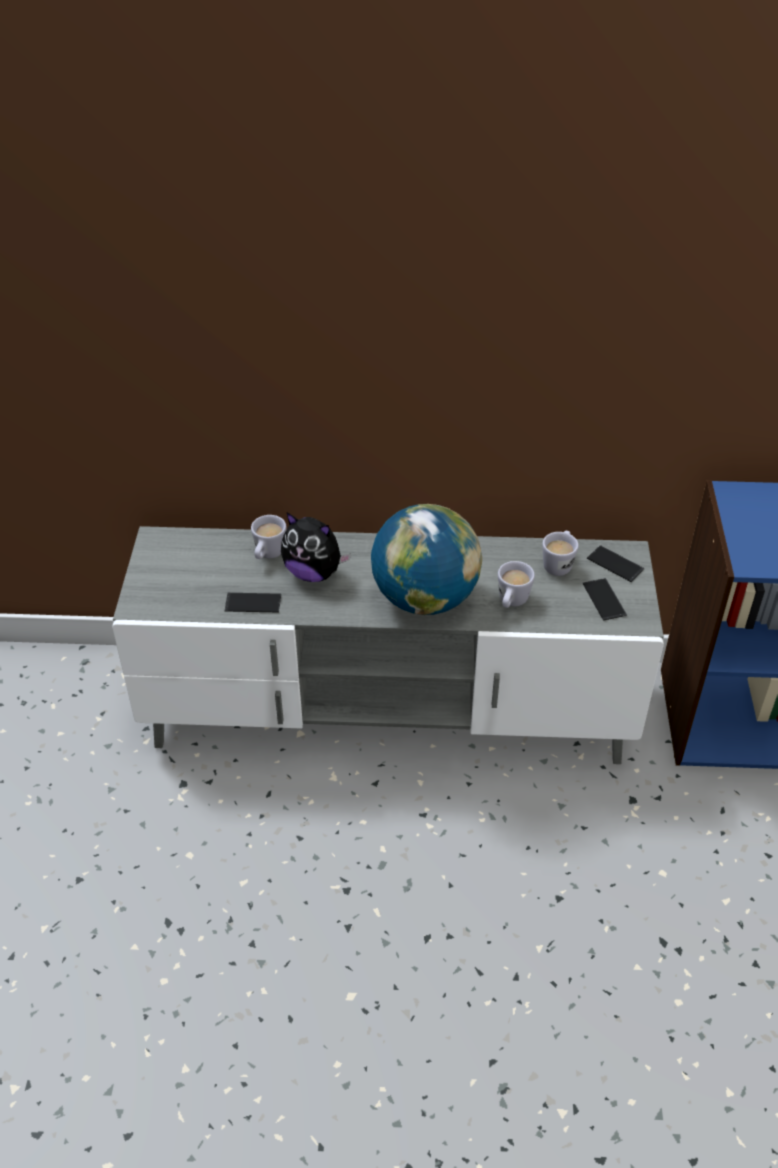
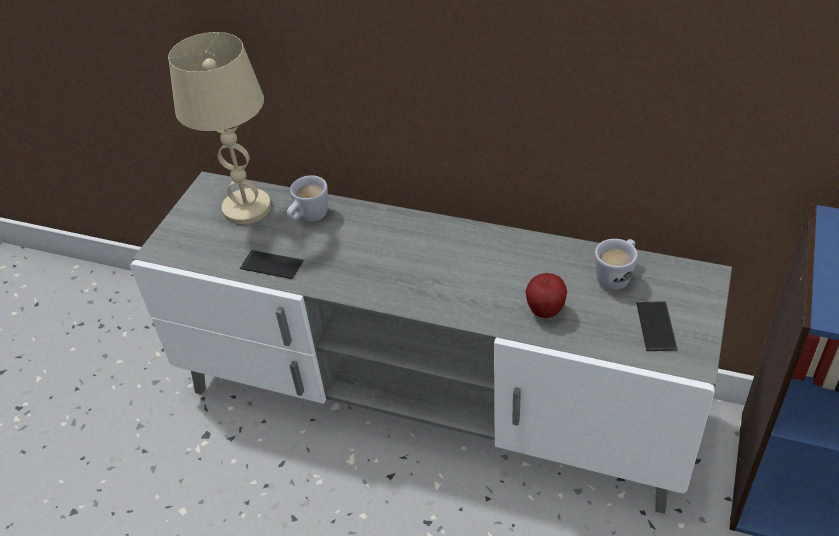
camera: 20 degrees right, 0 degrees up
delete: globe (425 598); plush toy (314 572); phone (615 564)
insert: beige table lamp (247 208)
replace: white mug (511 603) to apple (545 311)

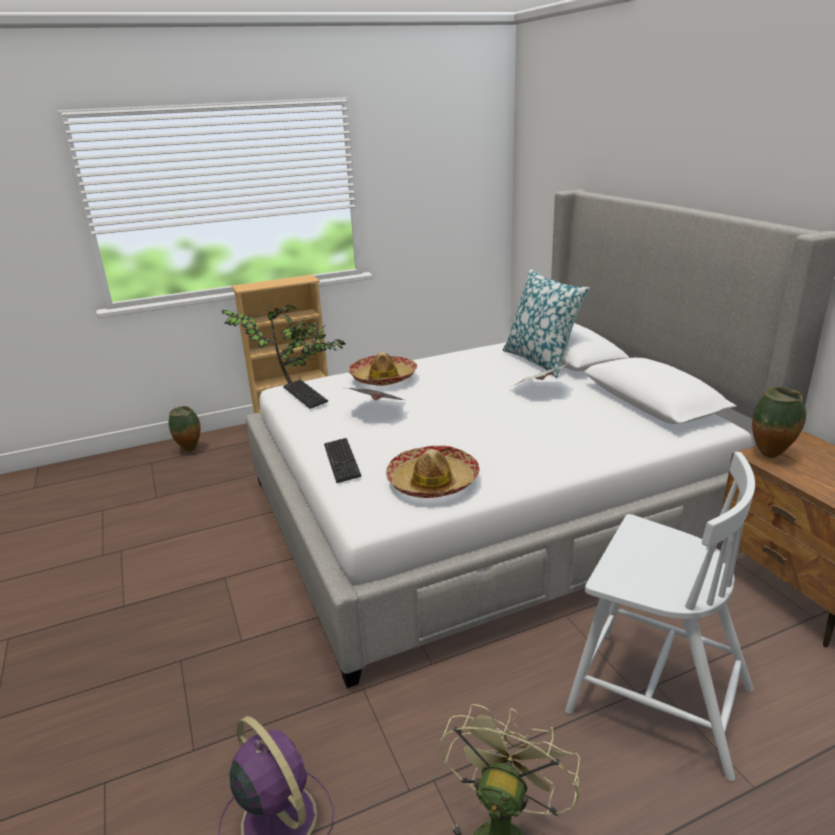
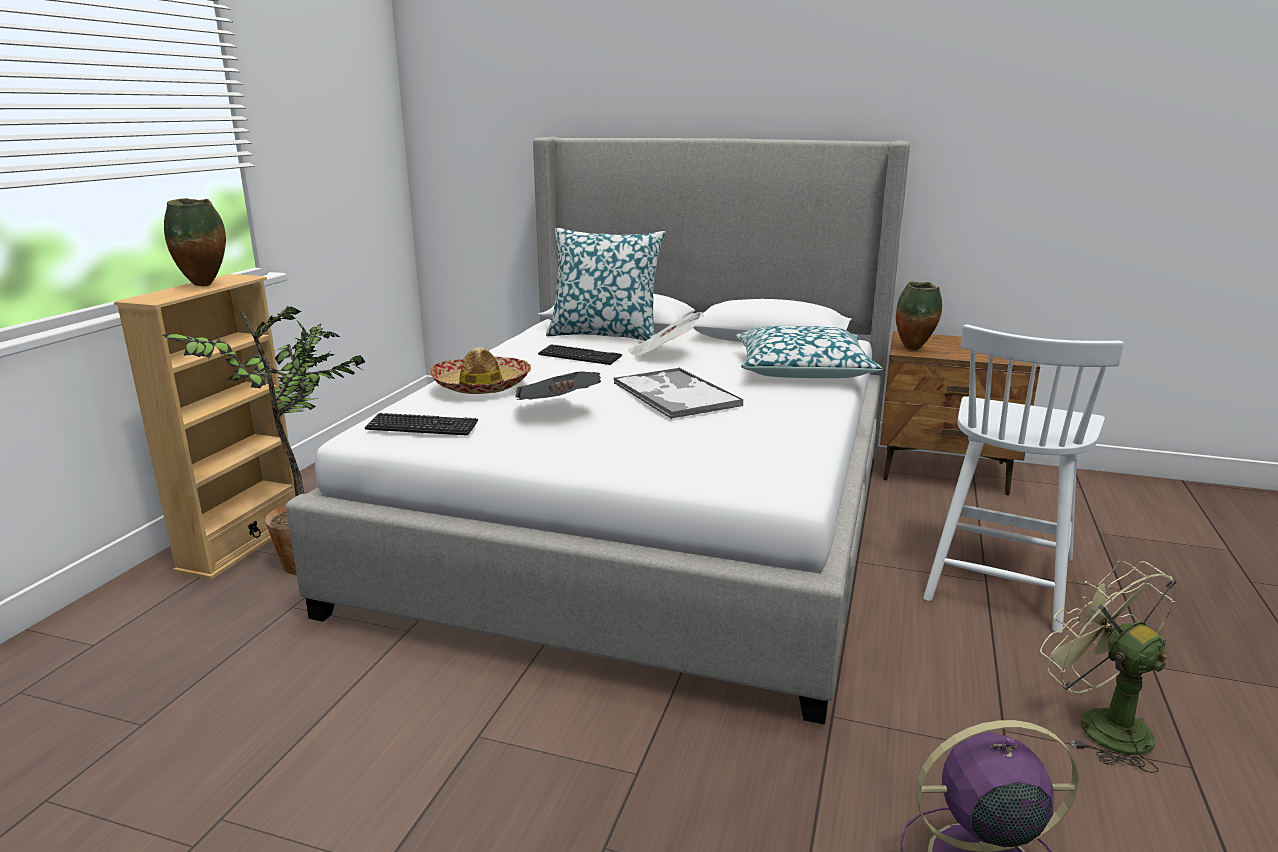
camera: 50 degrees left, 5 degrees down
delete: hat (432 482)
insert: pillow (802 370); tray (675 394)
move: vase (190 450) to (205 285); keyboard (342 461) to (579 357)
rotate: white chair (655 698) = (999 576) 135 degrees clockwise

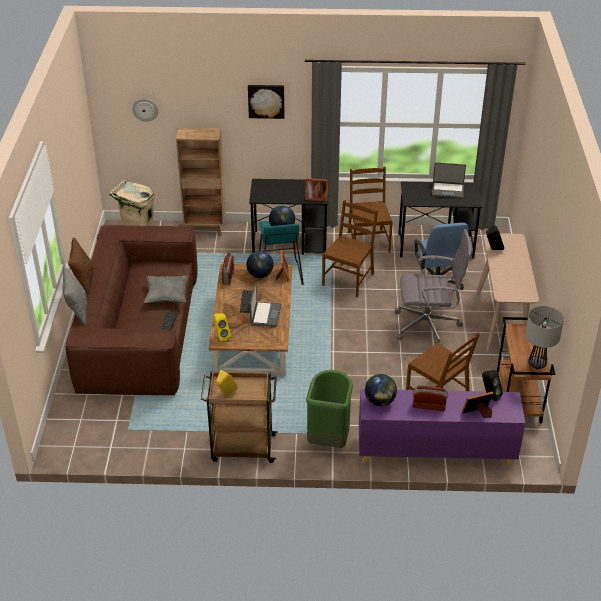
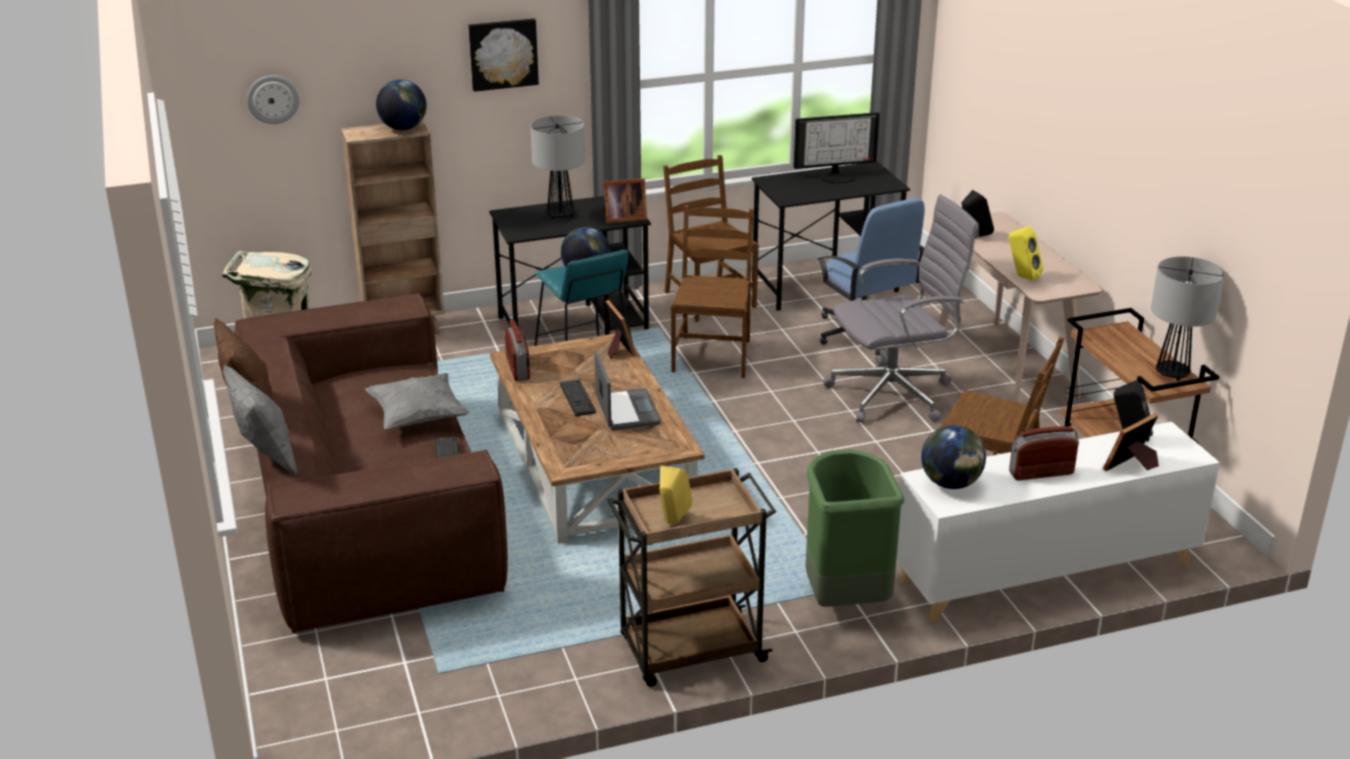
camera: 20 degrees left, 10 degrees down
insert: table lamp (560 215)
move: globe (260 275) to (403 128); yellow speaker (221 337) to (1021 277)
replace: laptop (447 190) to monitor (838 177)
recolor: purple cabinet (435 451) to white cabinet (1044 573)

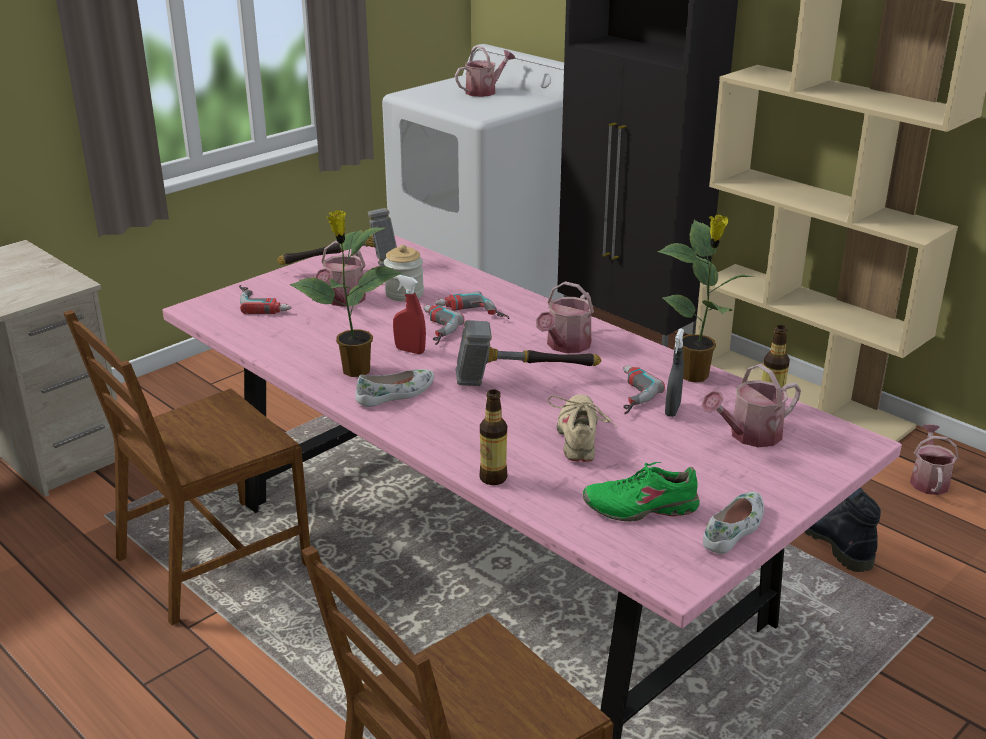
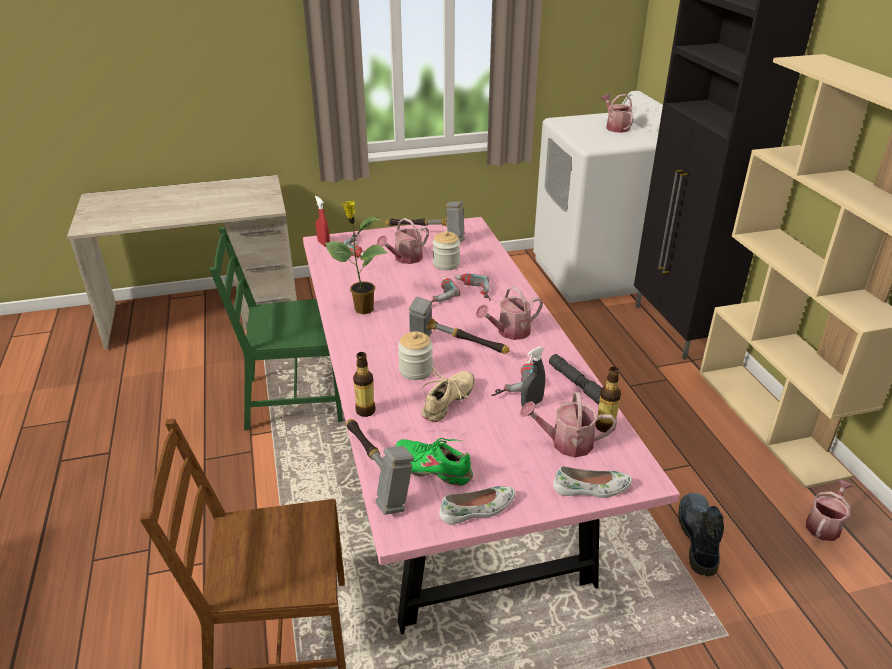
camera: 30 degrees right, 5 degrees up
insert: jar (416 370); hammer (376 475)
move: red spray bottle (410 350) to (323 243); white shoe (396 394) to (592 489)
replace: potted plant (696 376) to grey flashlight (576 383)
recolor: brown chair (211 561) to green chair (293 399)
rotate: watering can (484 91) = (615 127) 105 degrees counterclockwise

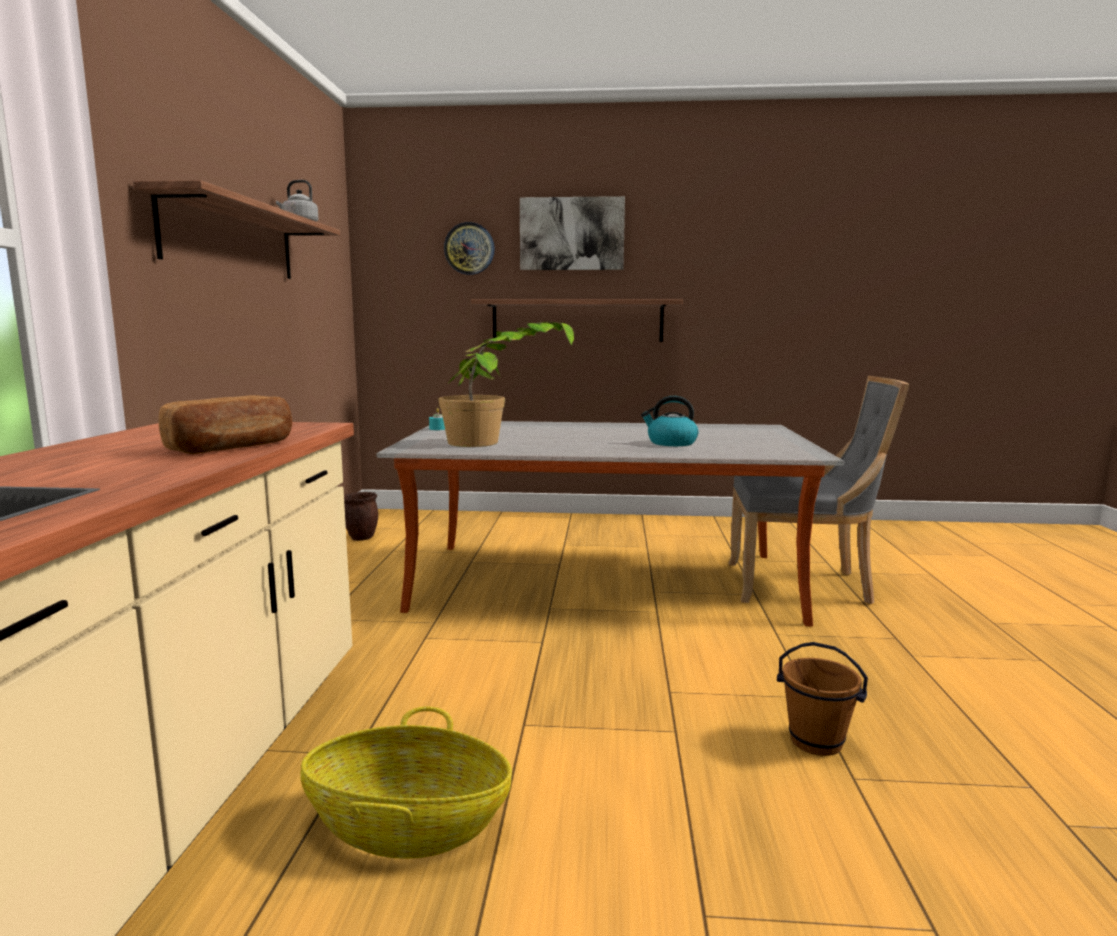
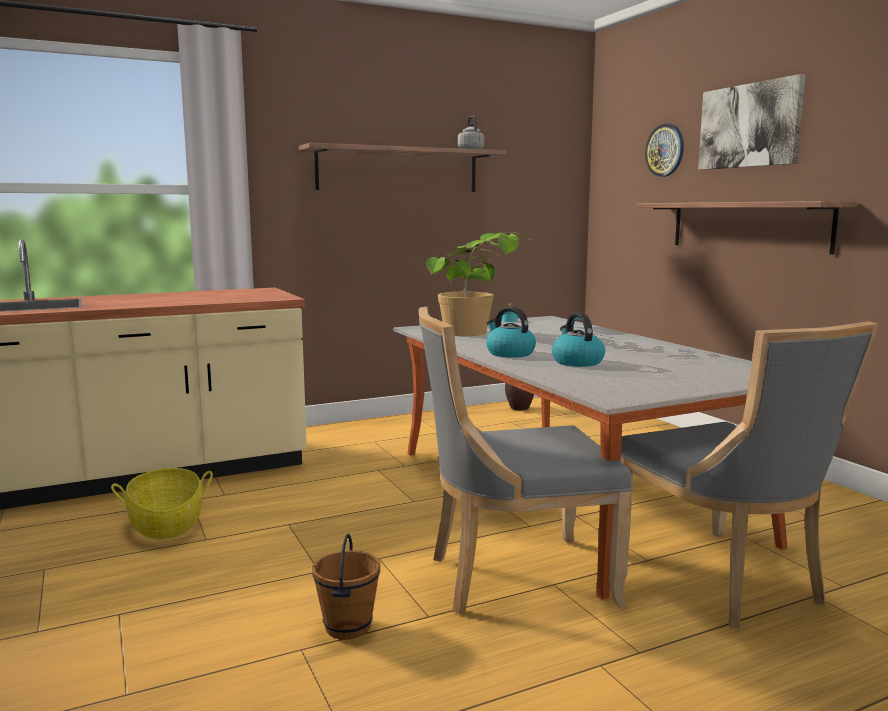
camera: 60 degrees right, 0 degrees up
delete: bread (233 447)
insert: grey chair (513 578); kettle (509 353)

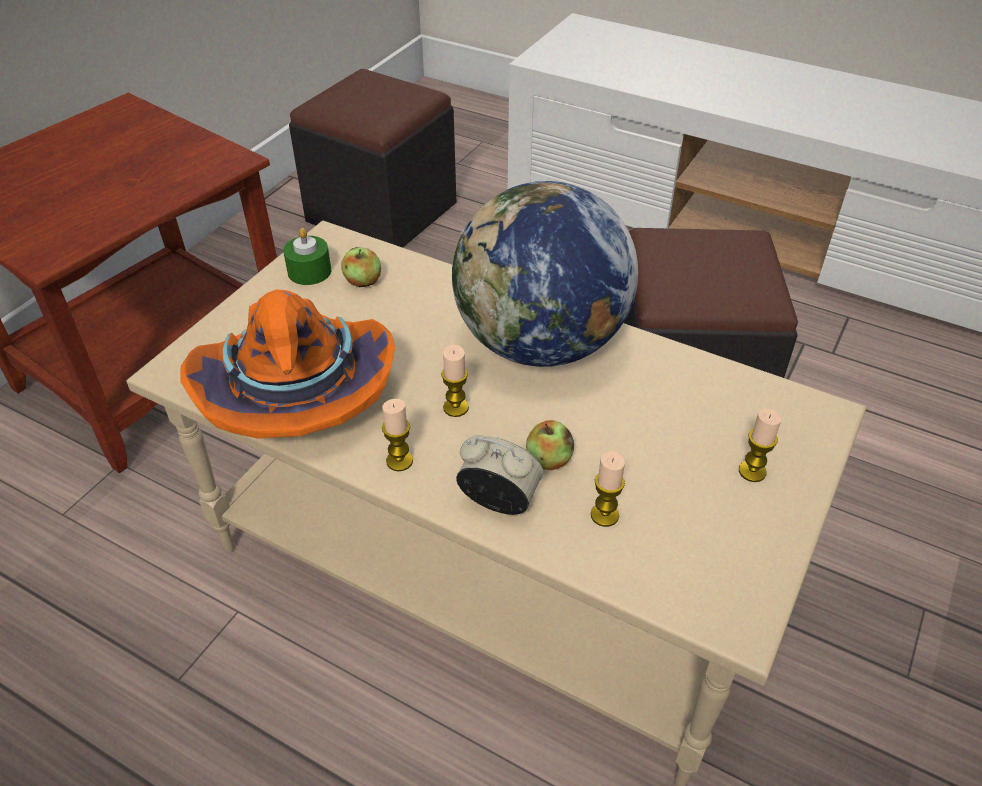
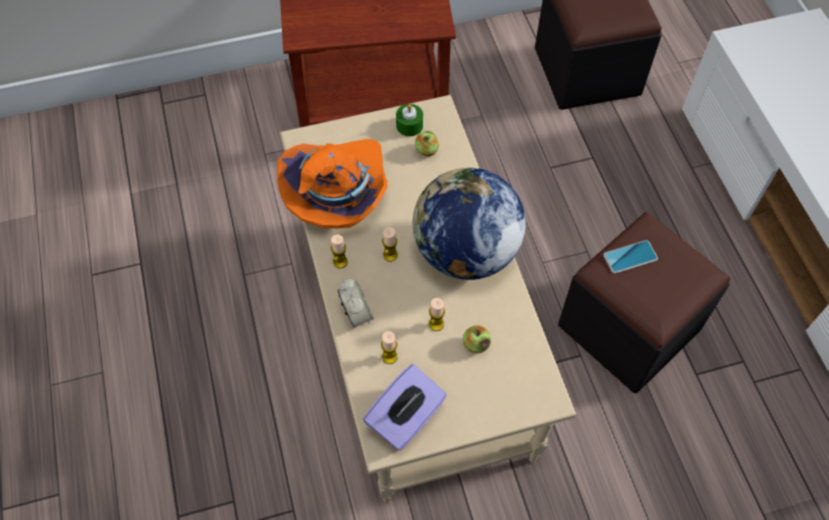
camera: 45 degrees right, 15 degrees up
insert: phone (630 257); purple tissue box (406 419)
move: candle (752 471) to (436 324); apple (548 460) to (476 344)

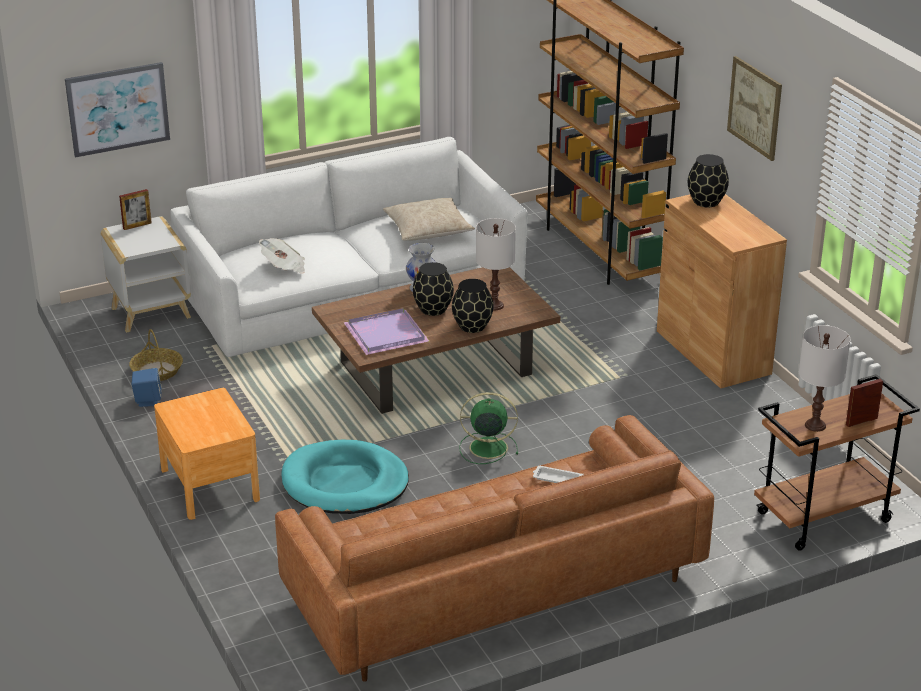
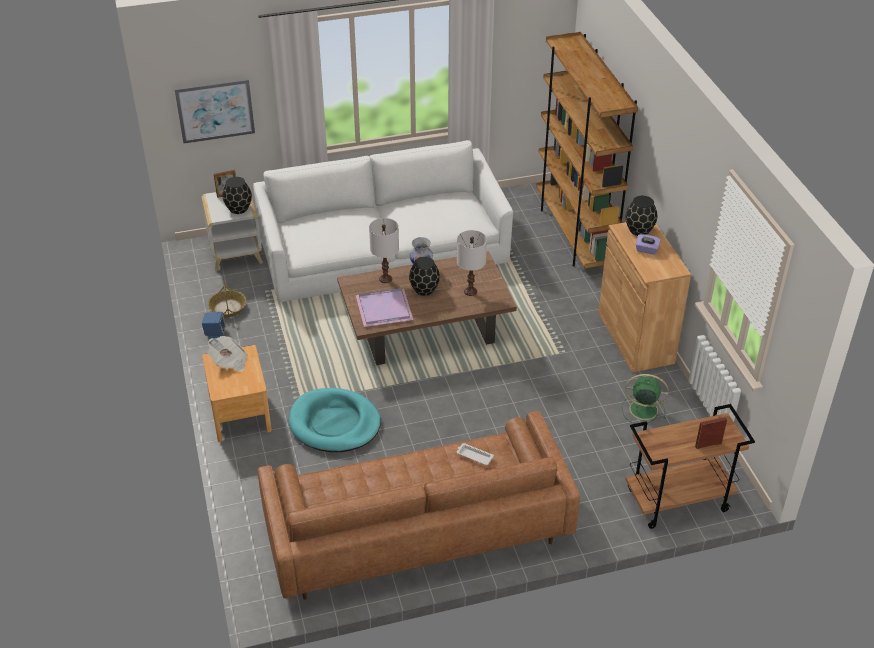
camera: 10 degrees right, 10 degrees up
delete: picture (754 107); beige pillow (428 229)
insert: purple tissue box (646 250)
move: newspaper (284 267) to (229 362); black vase (472 326) to (238 209); white table lamp (815 425) to (385 279); green fan (486 448) to (642 409)

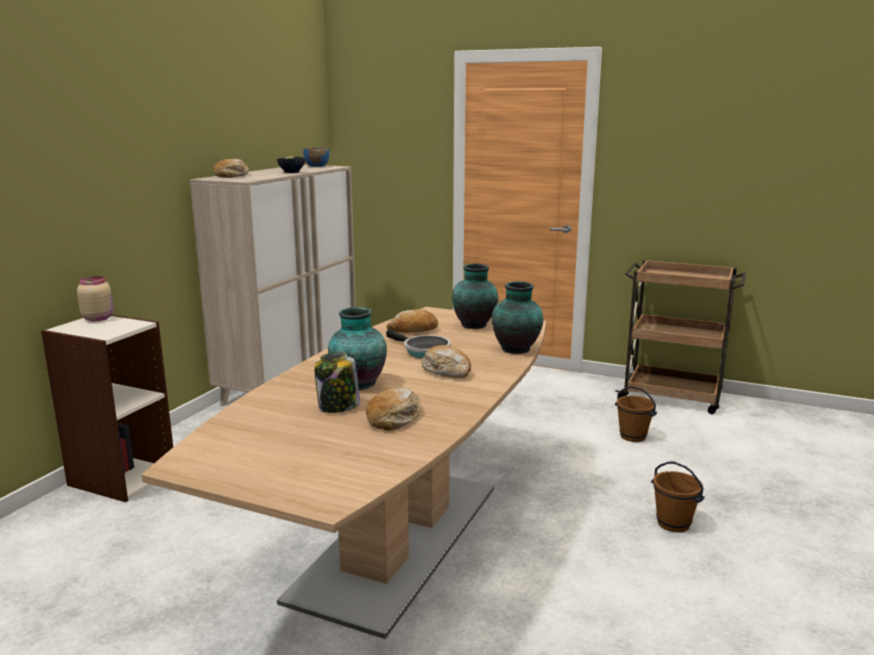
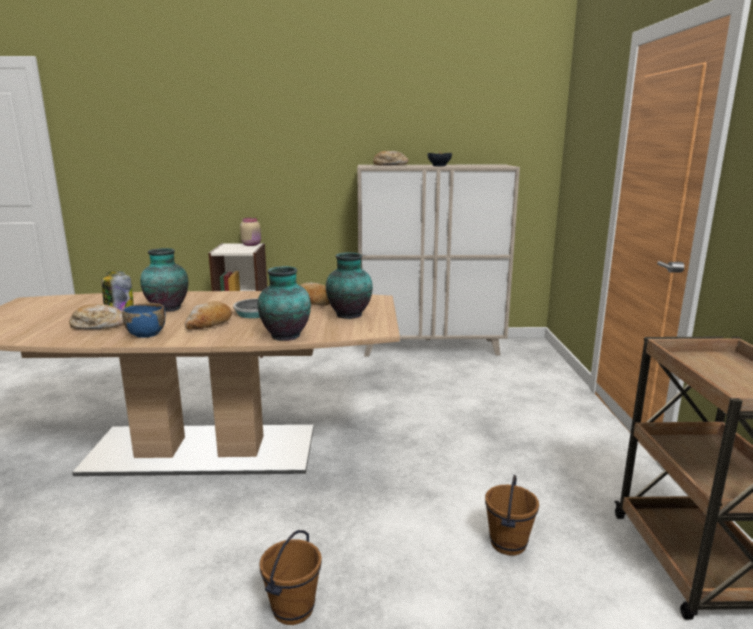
camera: 65 degrees right, 0 degrees up
move: blue bowl (316 166) to (146 334)

